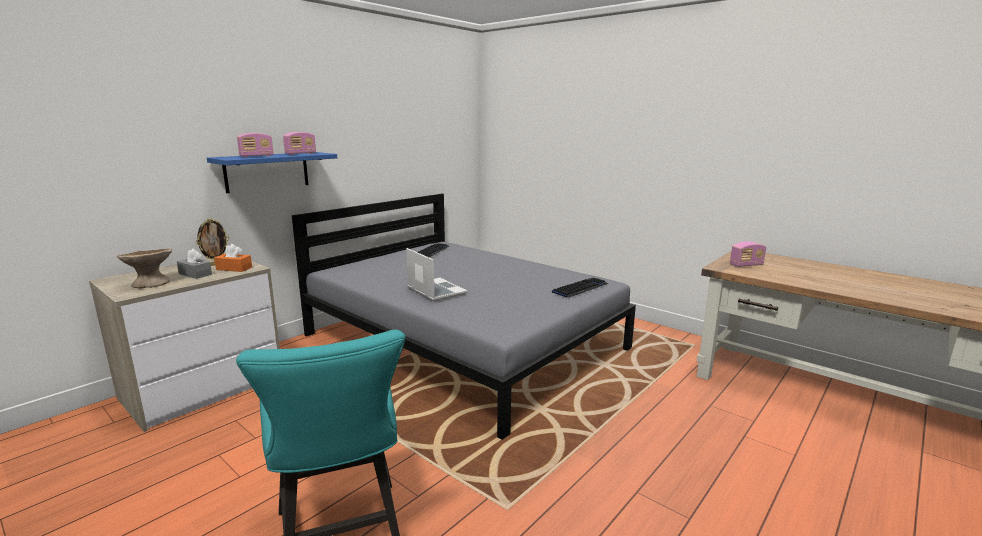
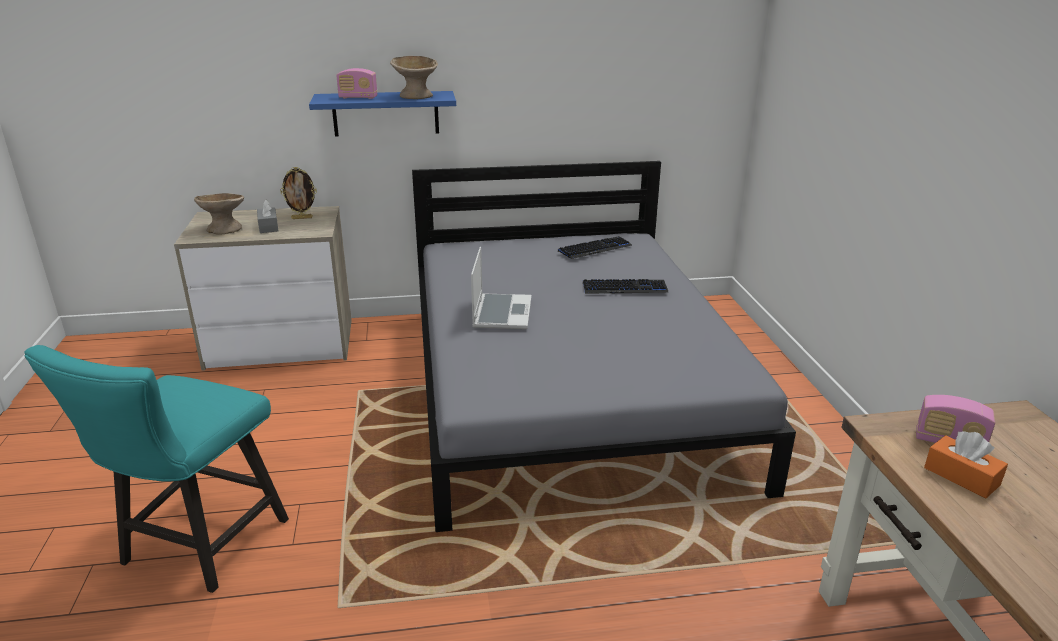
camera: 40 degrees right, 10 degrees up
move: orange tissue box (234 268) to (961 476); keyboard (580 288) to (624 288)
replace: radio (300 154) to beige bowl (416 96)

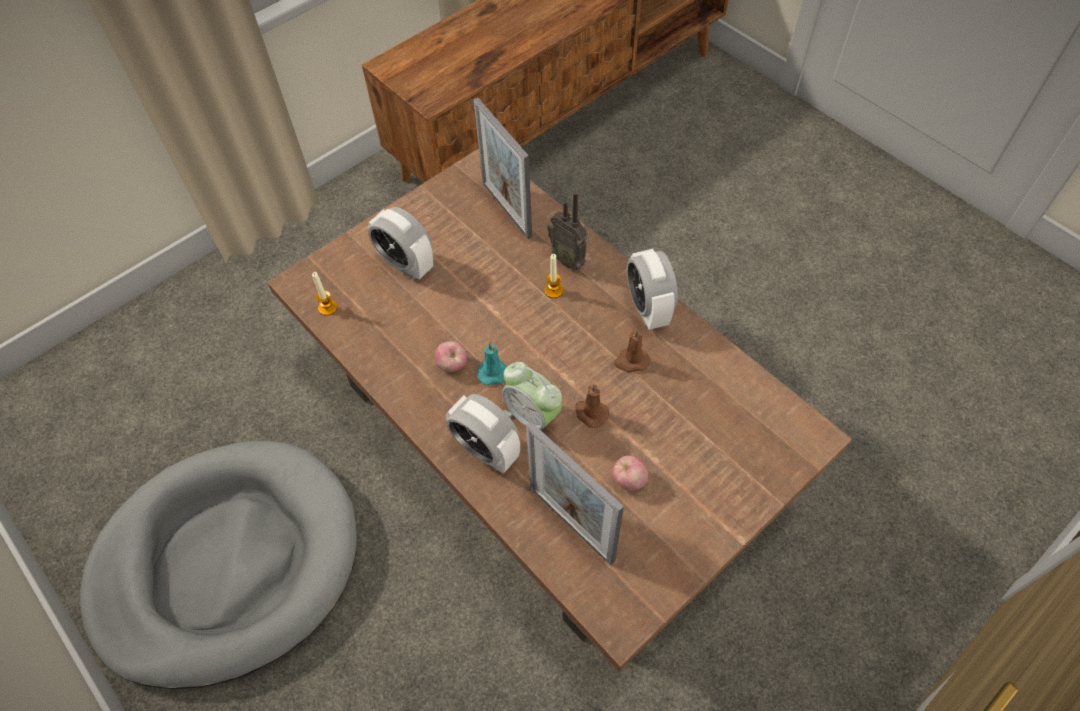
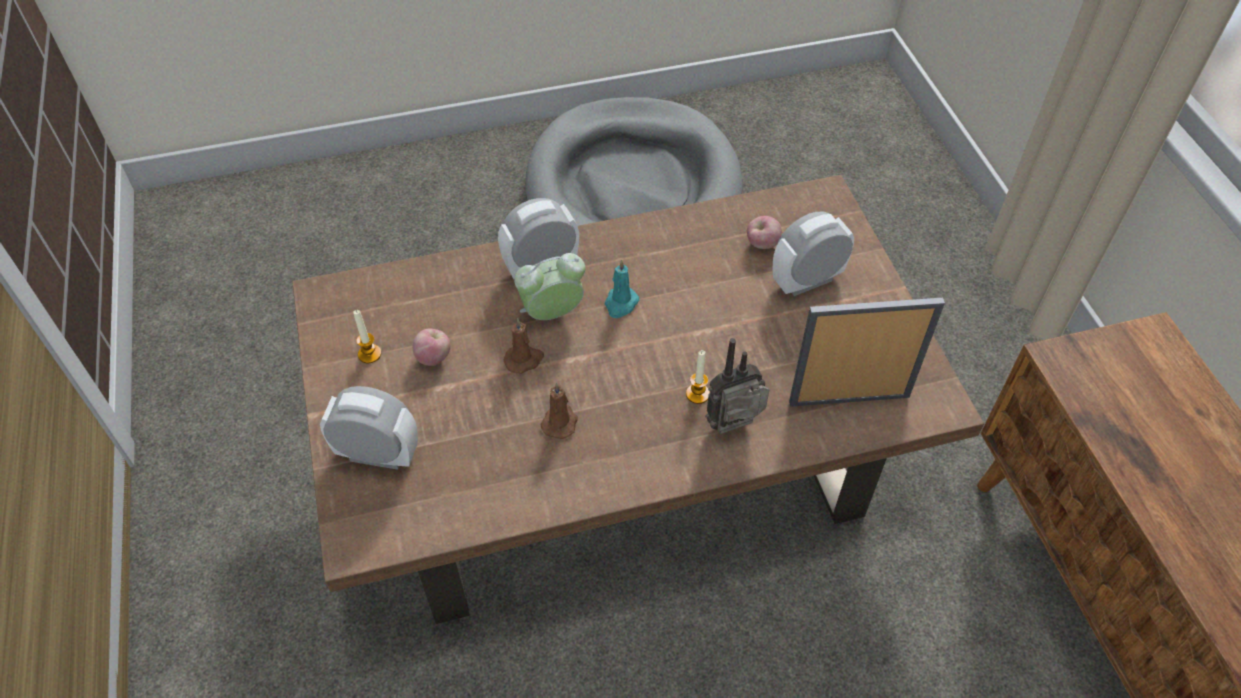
camera: 115 degrees right, 5 degrees down
delete: picture frame (571 524)
move: alarm clock (648 308) to (378 455); candle (327 307) to (369 354); apple (452 365) to (762 244)

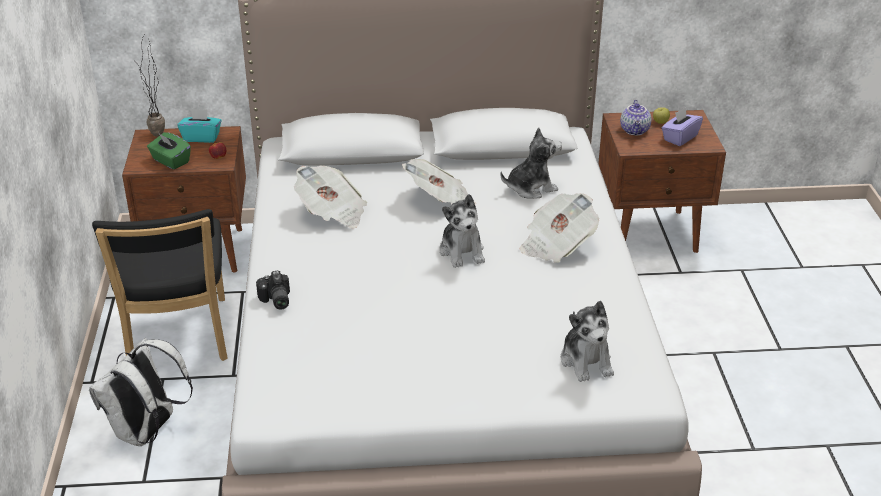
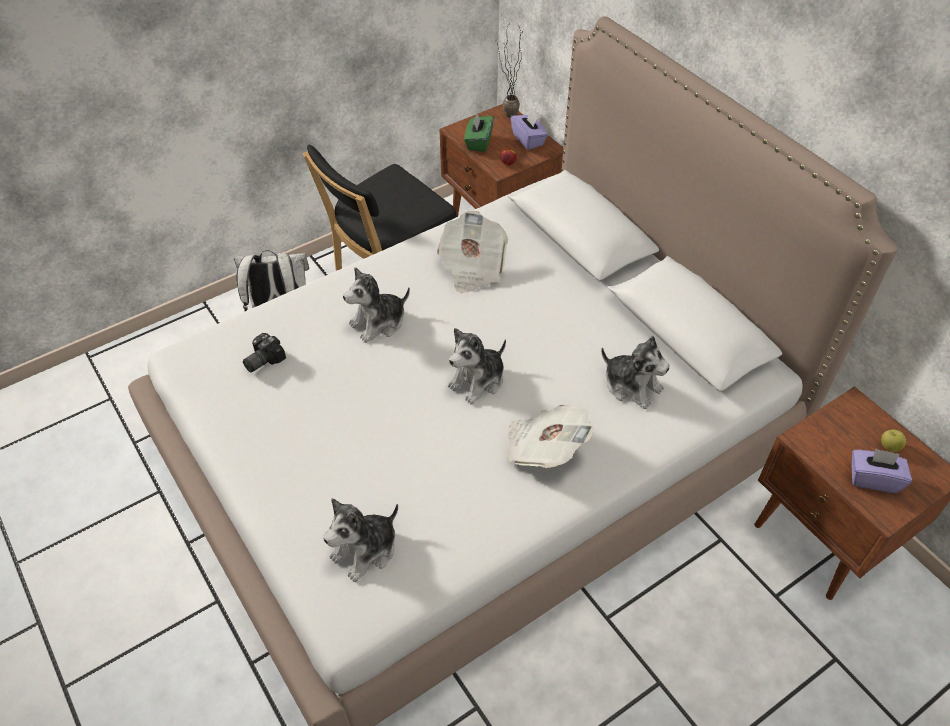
camera: 60 degrees right, 15 degrees up
delete: teapot (635 131); newspaper (440 199)
insert: plush toy (379 323)
move: photo camera (275 300) to (262 360)
recolor: turquoise tissue box (201 137) to purple tissue box (528 140)

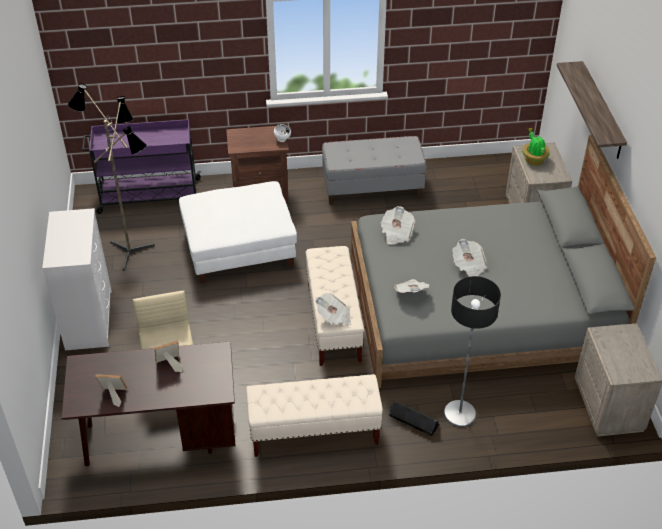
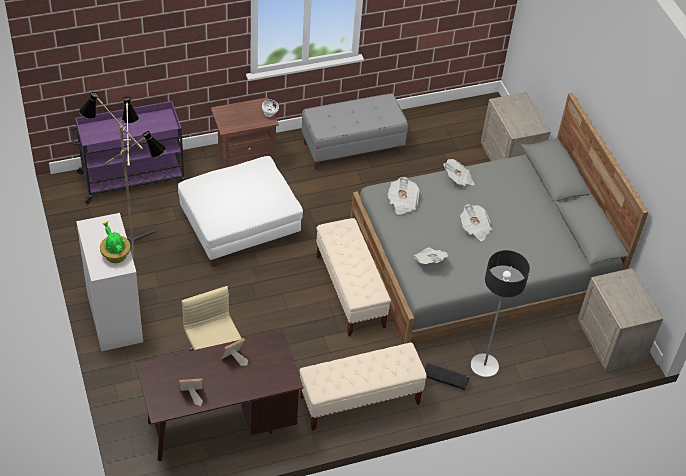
camera: 15 degrees left, 5 degrees up
delete: shelf (601 111)
move: potted plant (533 160) to (115 255); newspaper (334 317) to (458 179)

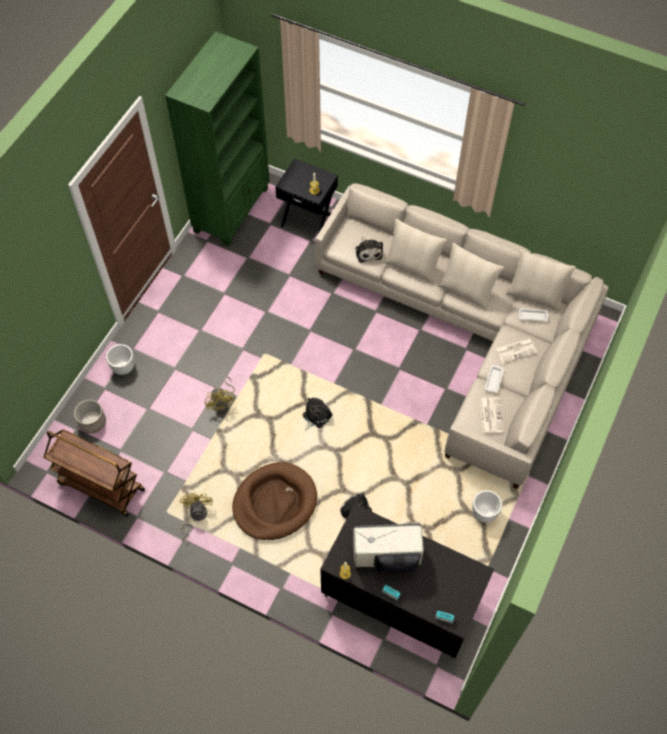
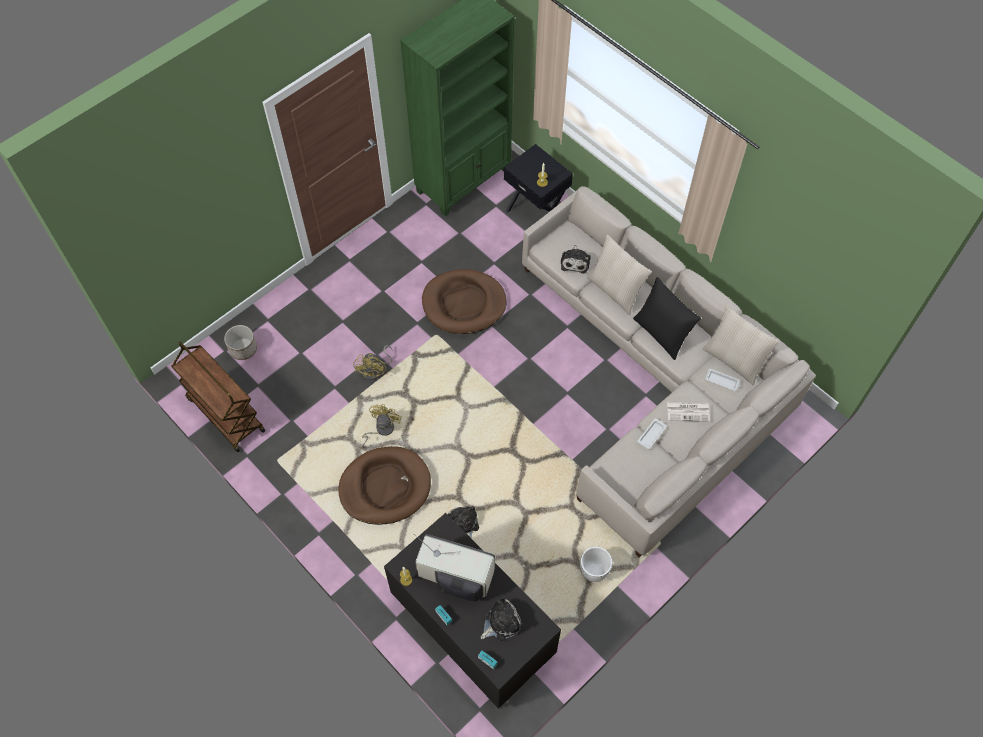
camera: 20 degrees right, 0 degrees up
delete: white planter (124 367); newspaper (490 415)
insert: brown dog bed (464 304)
move: plush toy (315 416) to (501 622); yellow fan (195 516) to (381 429)
recolor: beige pillow (466 291) to black pillow (662 333)

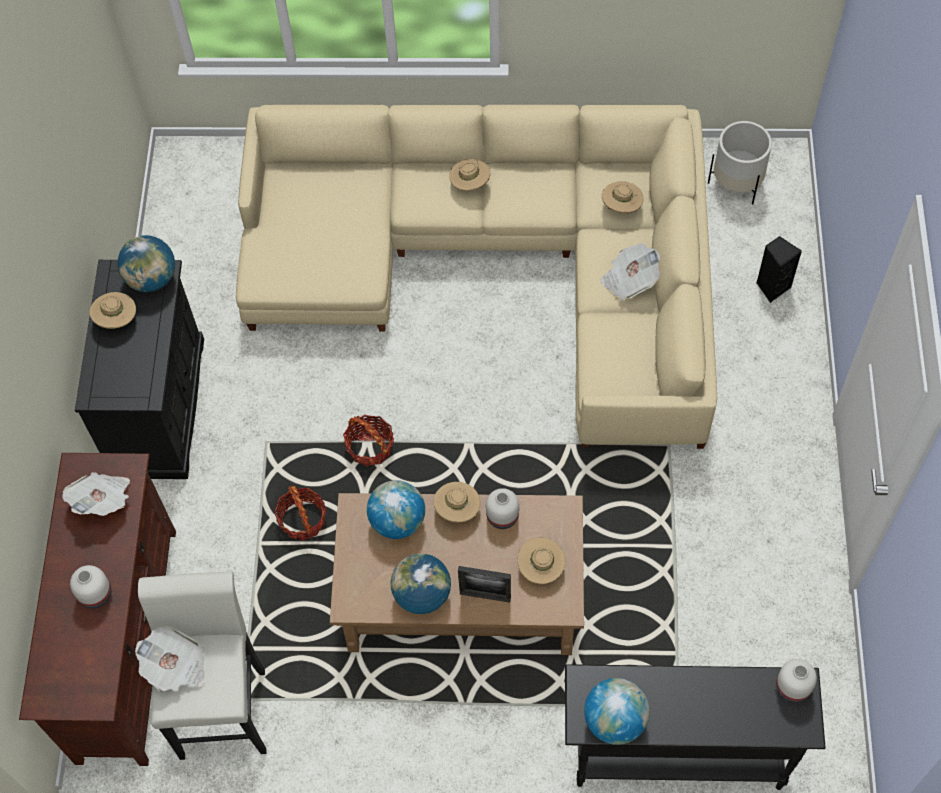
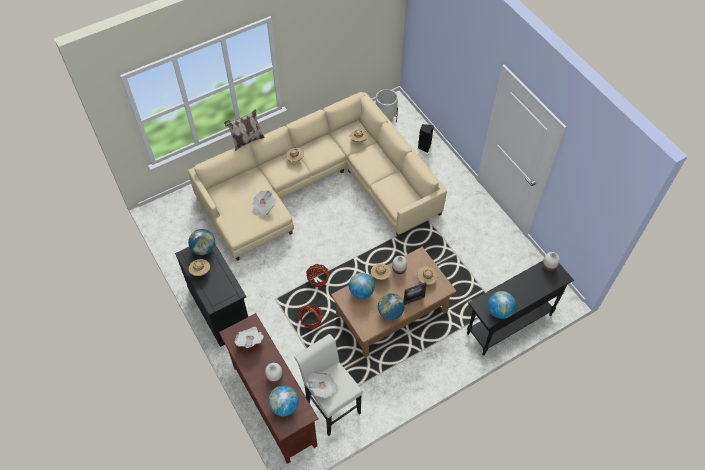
camera: 35 degrees left, 5 degrees down
insert: pillow (247 141); globe (284 406)
move: newspaper (629 280) to (263 208)

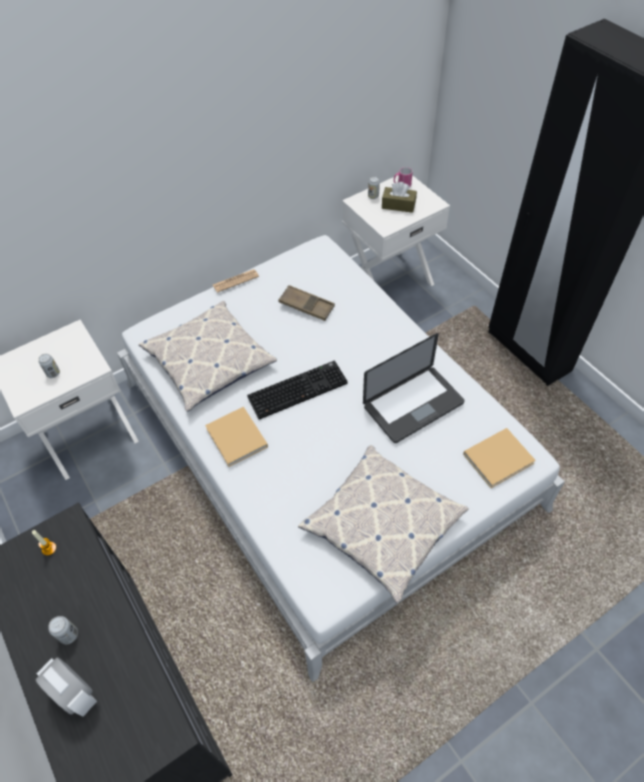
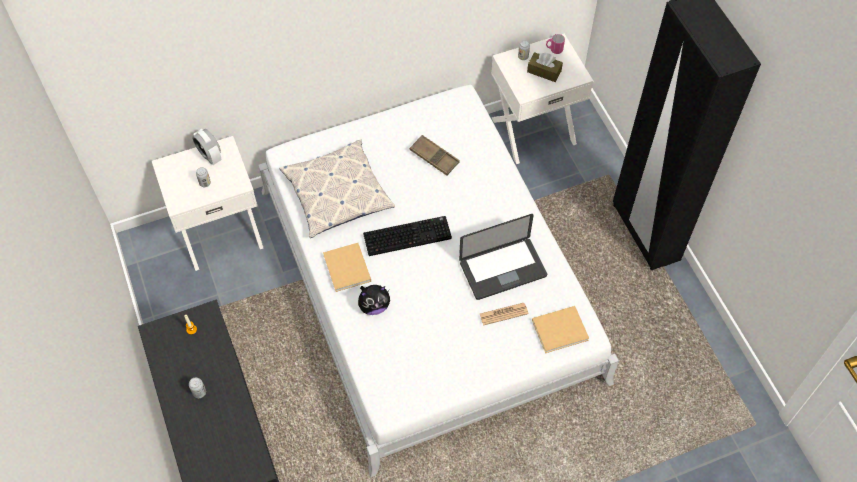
camera: 10 degrees right, 5 degrees up
delete: pillow (382 525)
insert: plush toy (374 306)
move: newspaper (235 281) to (503 314); alarm clock (76 693) to (210 156)

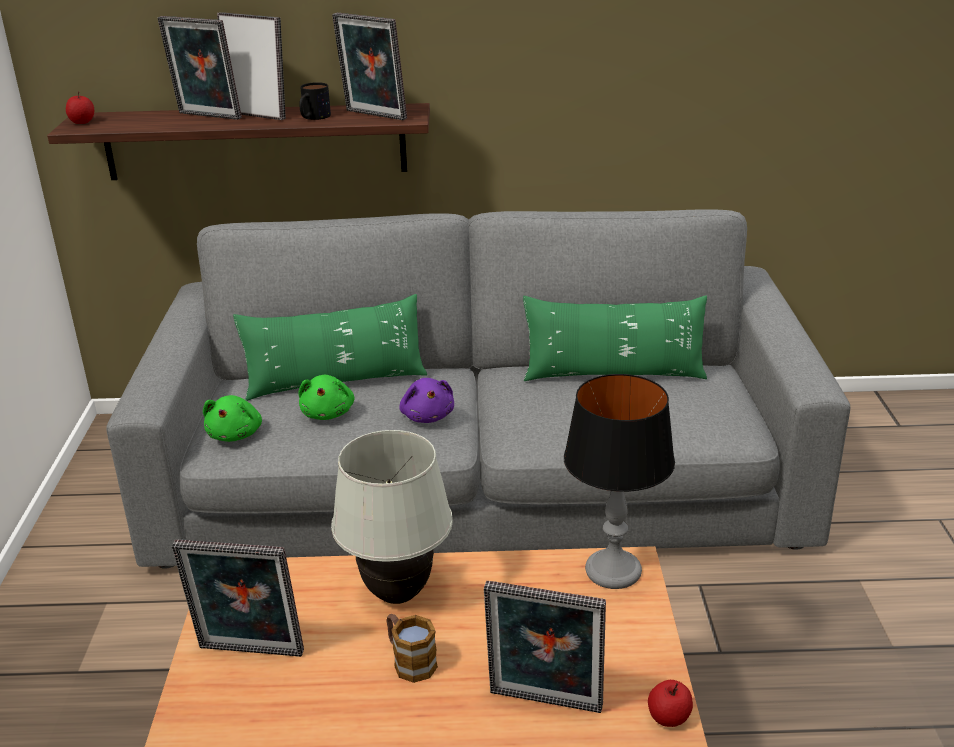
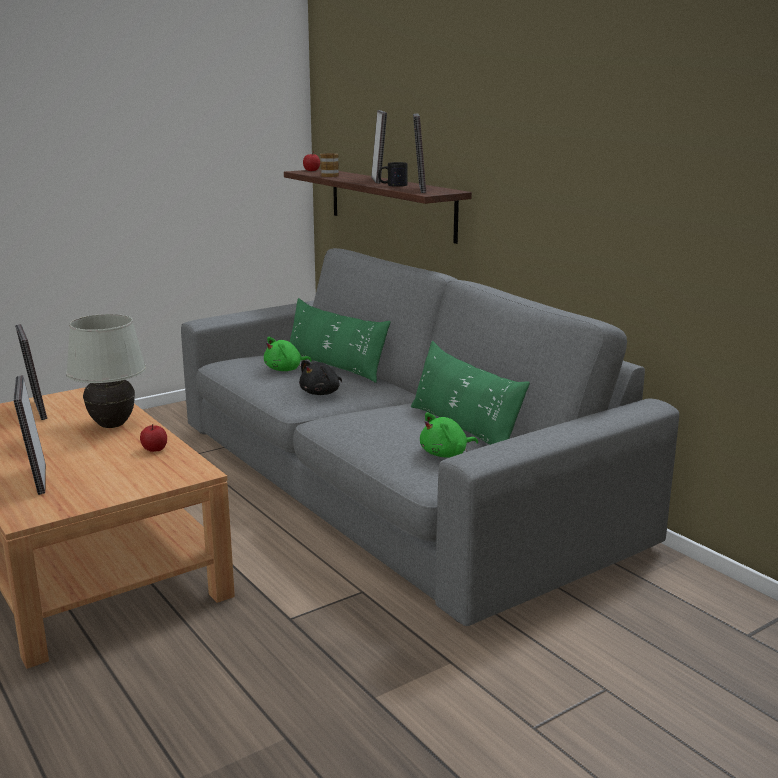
camera: 55 degrees right, 10 degrees down
delete: picture frame (207 117); table lamp (613 571)
move: green plush toy (236 434) to (446 454); mug (409 661) to (331 175); apple (669 718) to (154 449)
recolor: purple plush toy (427 416) to black plush toy (321 393)

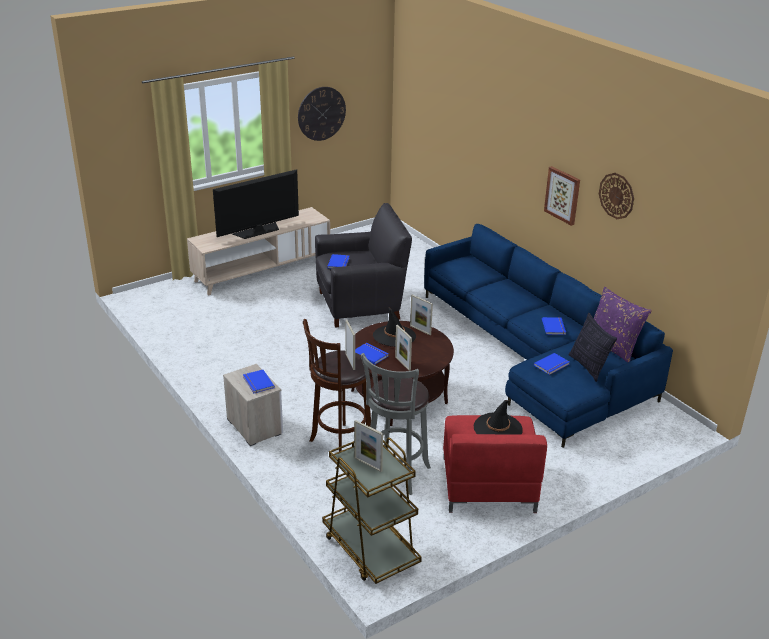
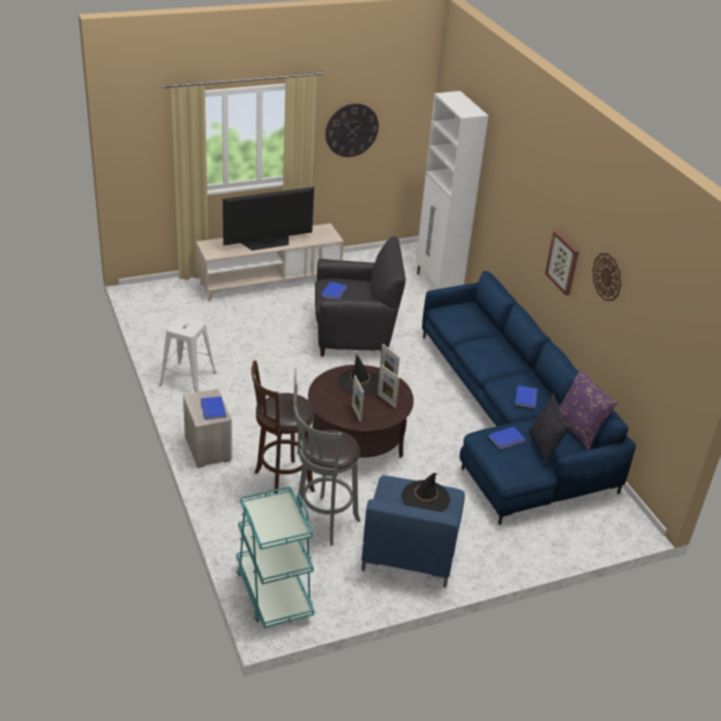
camera: 10 degrees right, 5 degrees up
delete: blue book (371 354)
insert: white cabinet (438 286); white stool (187 378)
move: picture frame (368 464) to (386 400)
recolor: red armchair (489 483) to blue armchair (411 548); brown cart (370 549) to turquoise cart (273 592)

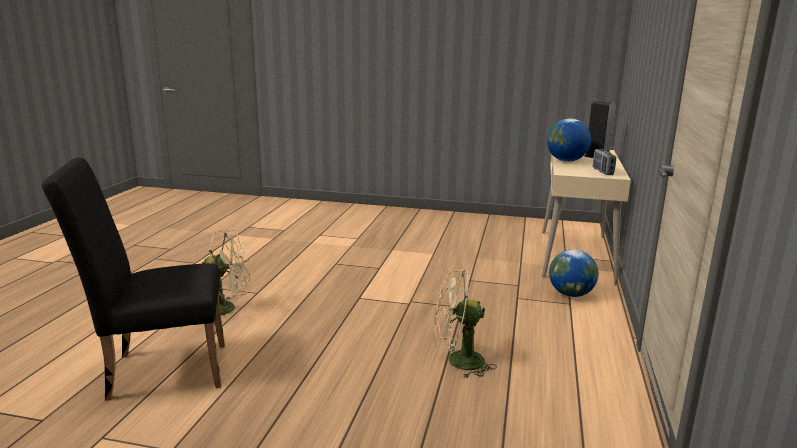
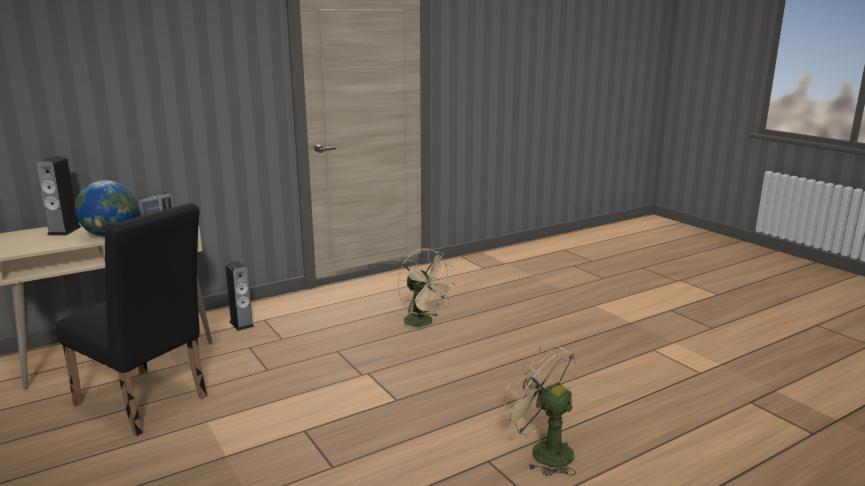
camera: 135 degrees left, 0 degrees up
move: black chair (158 370) to (146 404)
replace: globe (571 294) to speaker (241 324)

